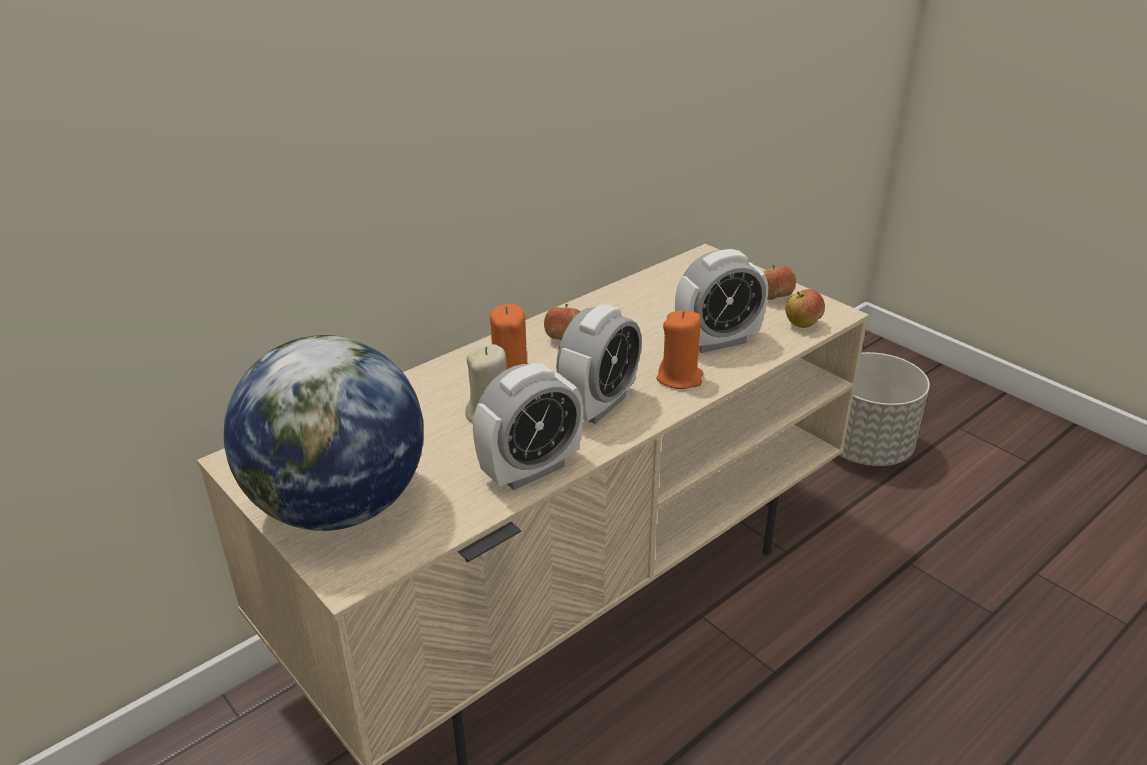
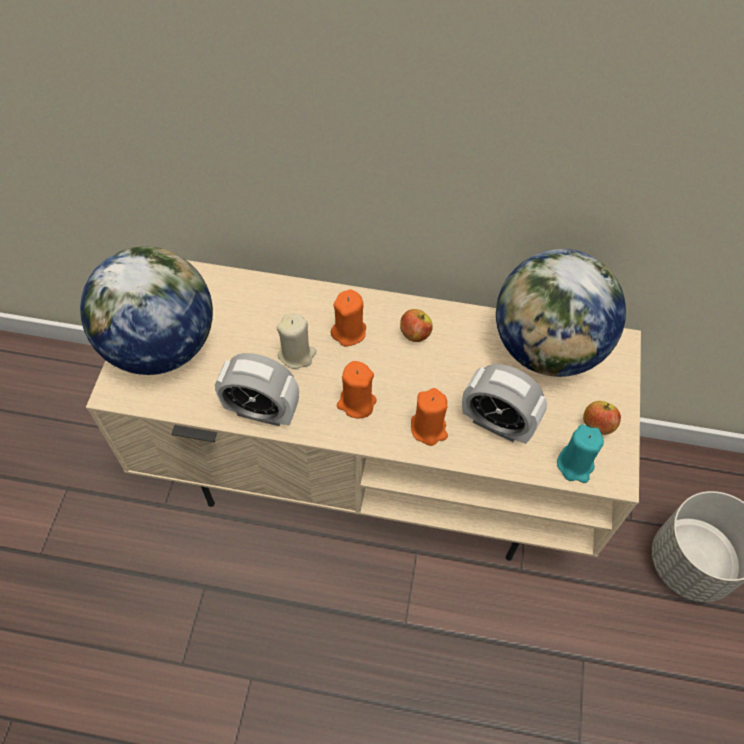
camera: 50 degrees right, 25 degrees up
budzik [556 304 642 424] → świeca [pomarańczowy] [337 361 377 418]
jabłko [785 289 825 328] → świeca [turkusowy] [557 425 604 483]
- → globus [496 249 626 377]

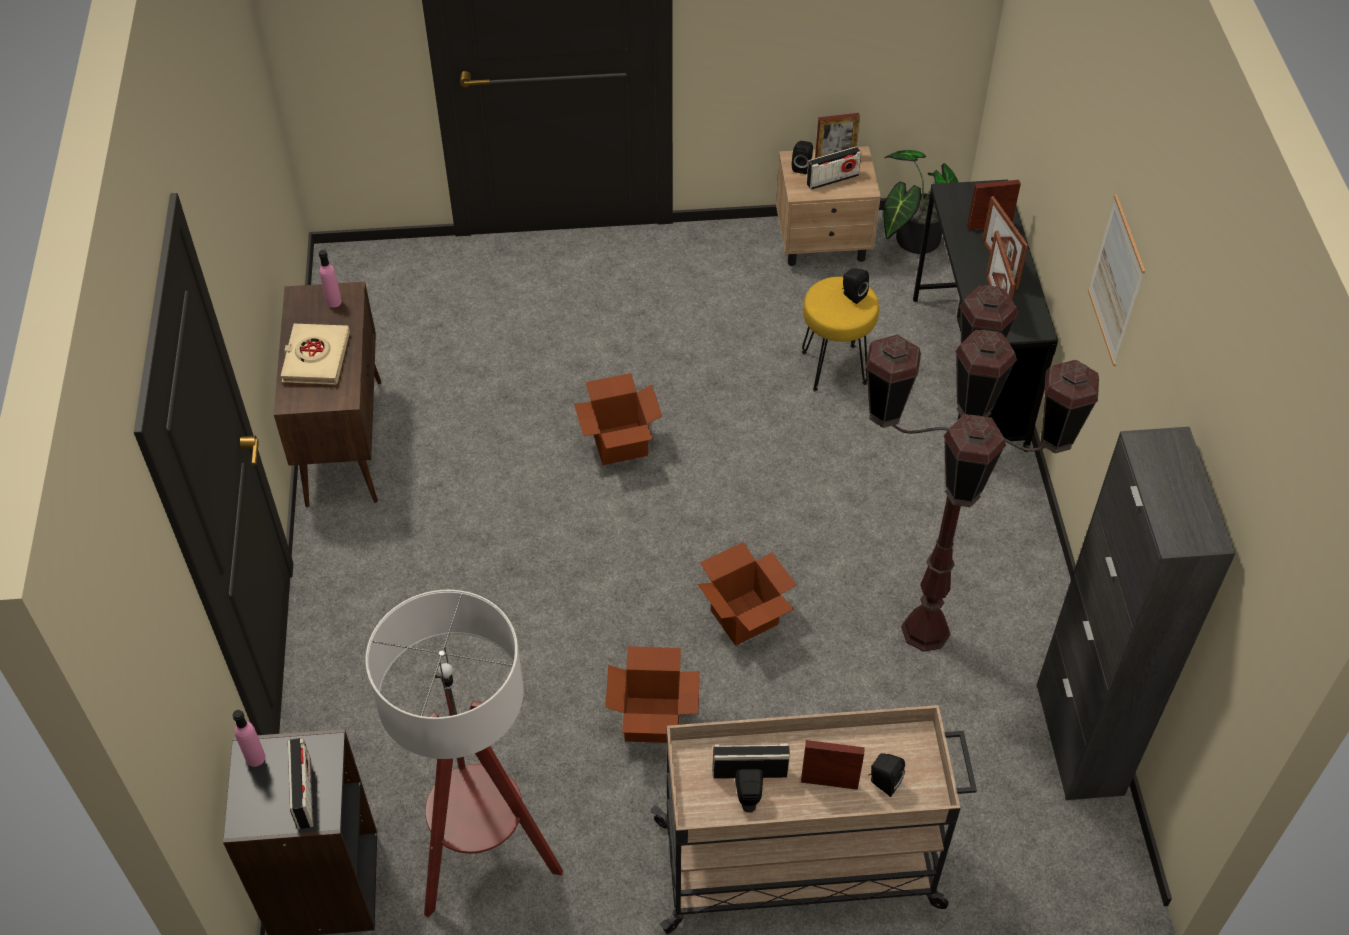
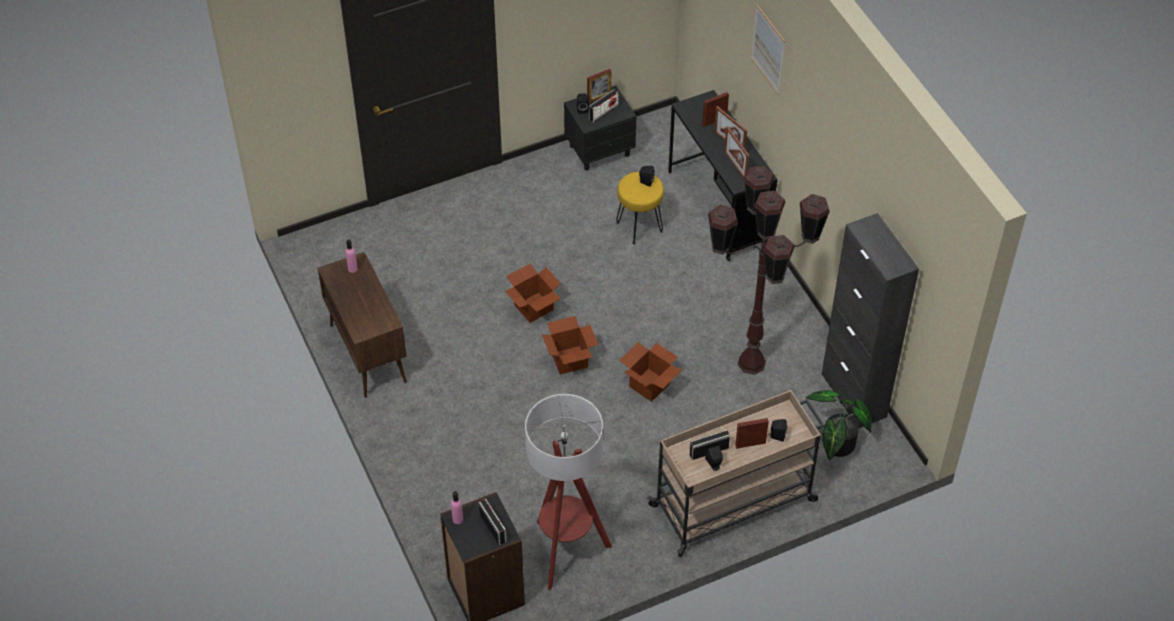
camera: 20 degrees left, 0 degrees up
książka [beżowy] [281 324 350 385] → -
karton [605 646 700 743] → karton [542 316 598 375], relocated
szafka nocna [beżowy] [776 146 881 266] → szafka nocna [czarny] [564 86 637 171]
roślina doniczkowa [883 150 958 254] → roślina doniczkowa [806 390 872 460], relocated
obraz [1088 194 1145 366] → obraz [751 4 785 95], relocated

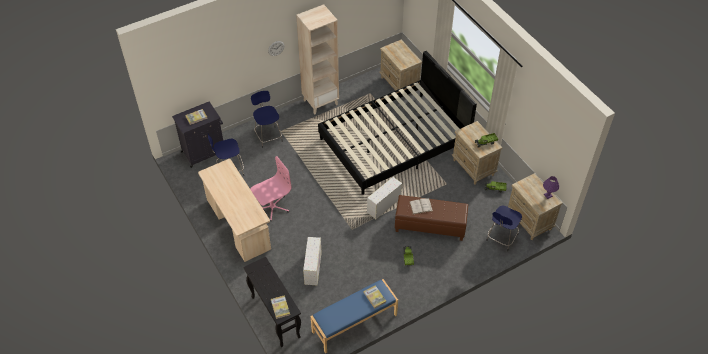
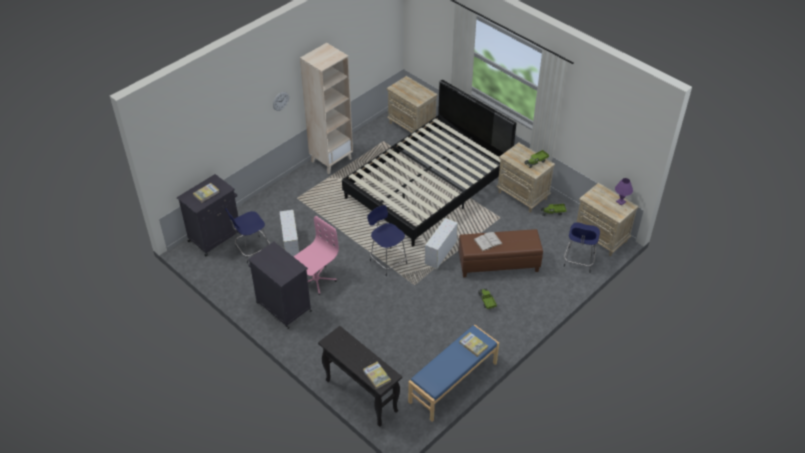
camera: 15 degrees left, 5 degrees down
biurko [beżowy] [198 159 271 262] → szafka [czarny] [248 242 312 329]
stołek [niebieski] [251 91 283 148] → stołek [niebieski] [367 205 407 276], relocated
pojemnik do przechowywania [biały] [303 237 322 285] → pojemnik do przechowywania [biały] [279 210 299 257], relocated

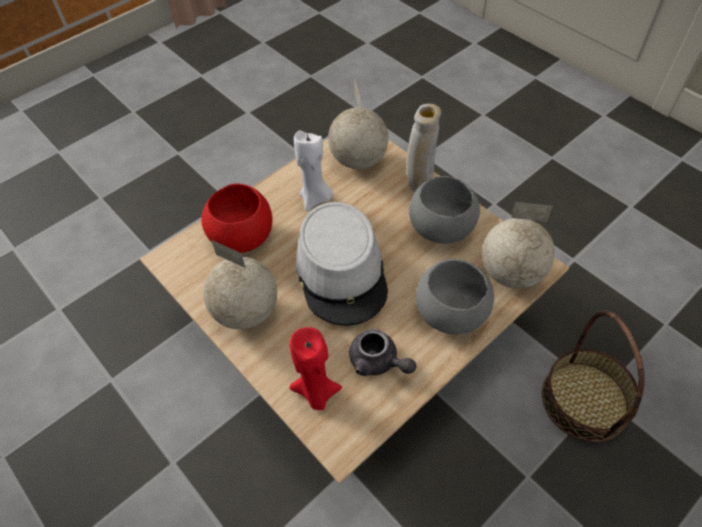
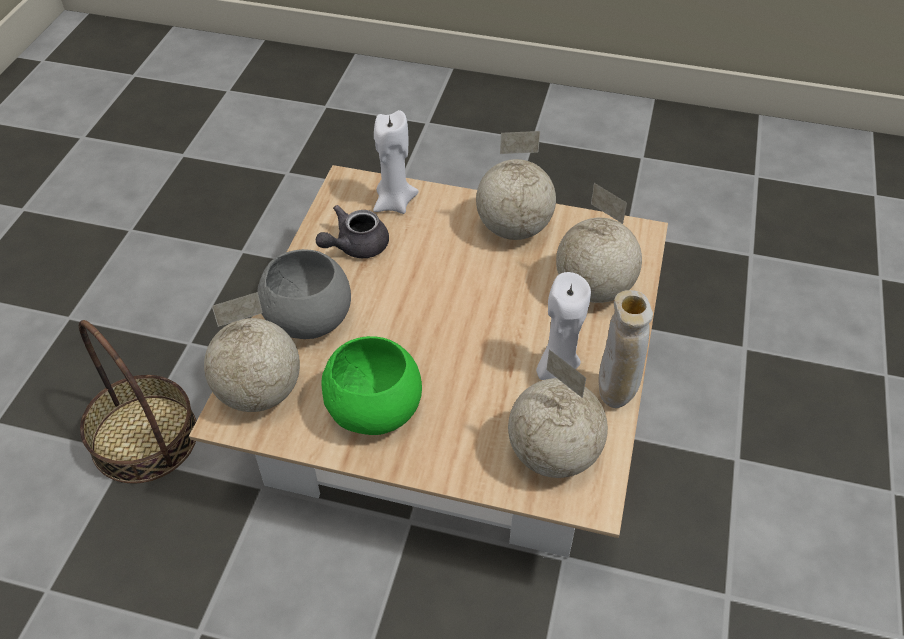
camera: 145 degrees right, 5 degrees down
miska [czerwony] [201 184 272 253] → globus [556 183 642 303]
świeca [czerwony] [290 327 342 410] → świeca [biały] [373 110 419 214]
kapelusz [szary] [296 202 388 326] → -
imbryk [szary] [349 329 416 376] → imbryk [szary] [316 205 389 258], 45 degrees counterclockwise
wazon [beżowy] [406 104 441 192] → wazon [beżowy] [598 290 653 408], relocated
miska [szary] [409 176 480 244] → miska [zielony] [321 336 422 435]

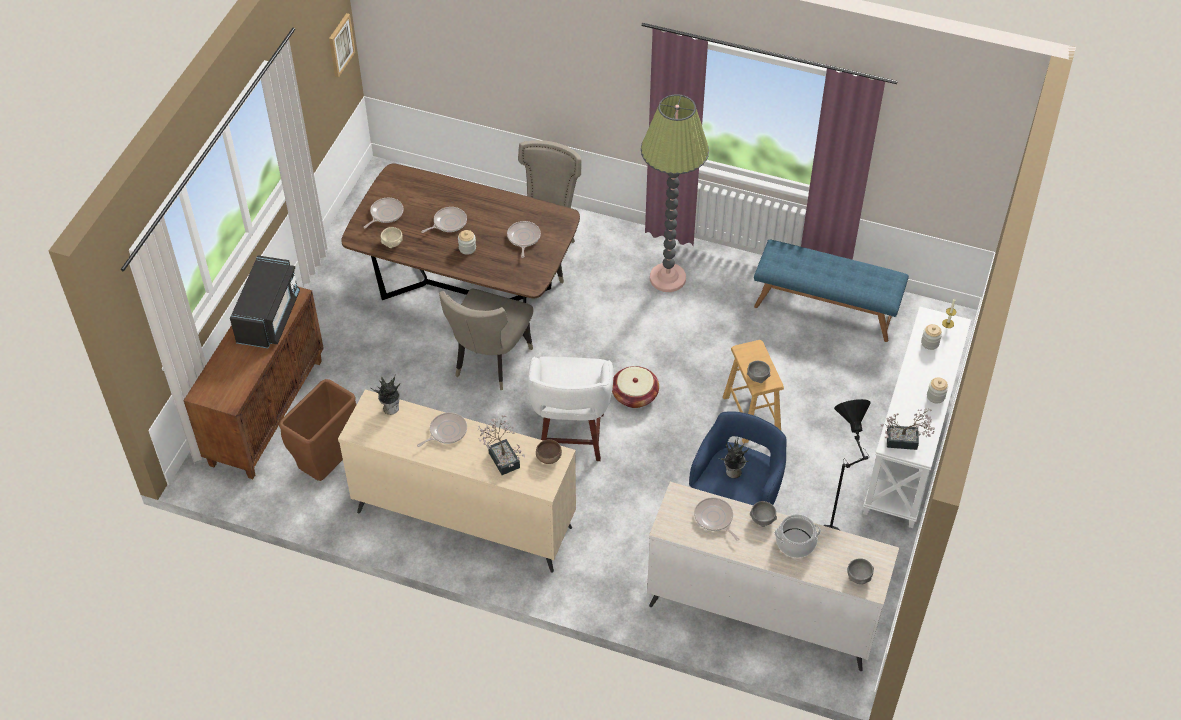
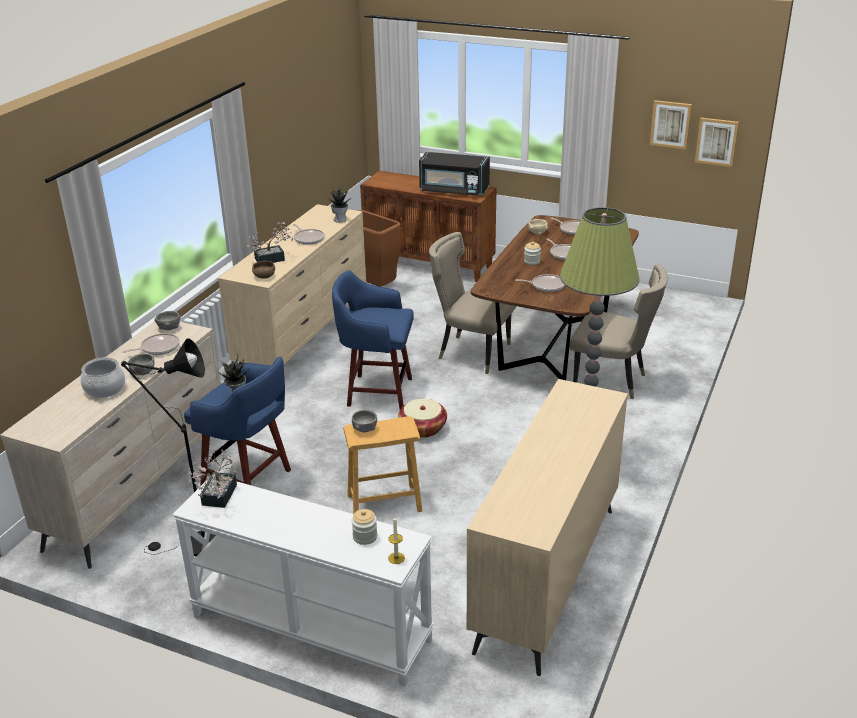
camera: 95 degrees right, 20 degrees down
stołek [biały] [528 356 614 461] → stołek [niebieski] [332 270 413 409]
ławka [niebieski] [754 239 909 342] → komoda [beżowy] [467 379 628 676]
miska [szary] [847 558 874 584] → miska [szary] [154 311 181 330], relocated
słoik [927 377 948 403] → -
- → obraz [650 100 692 149]

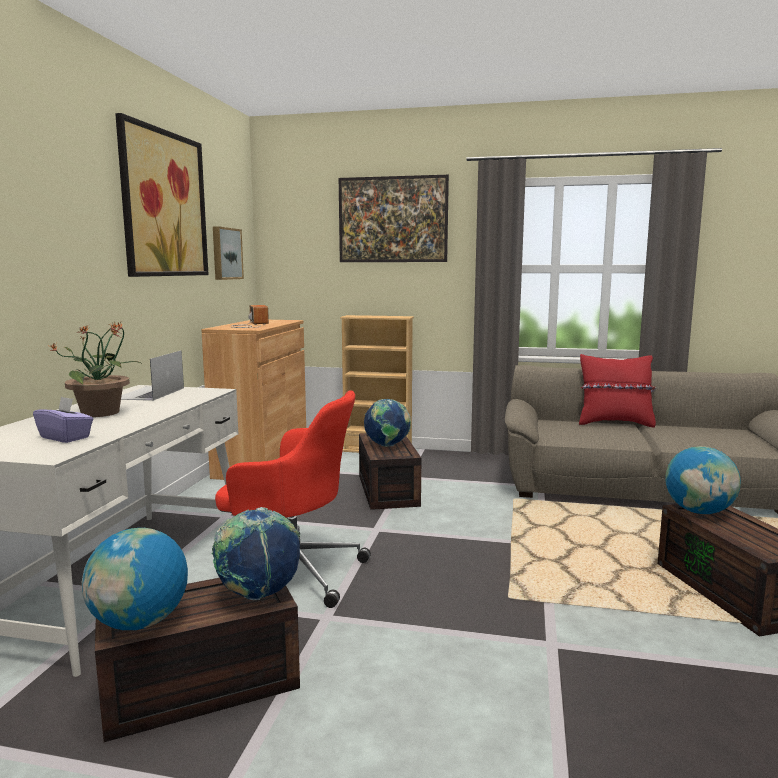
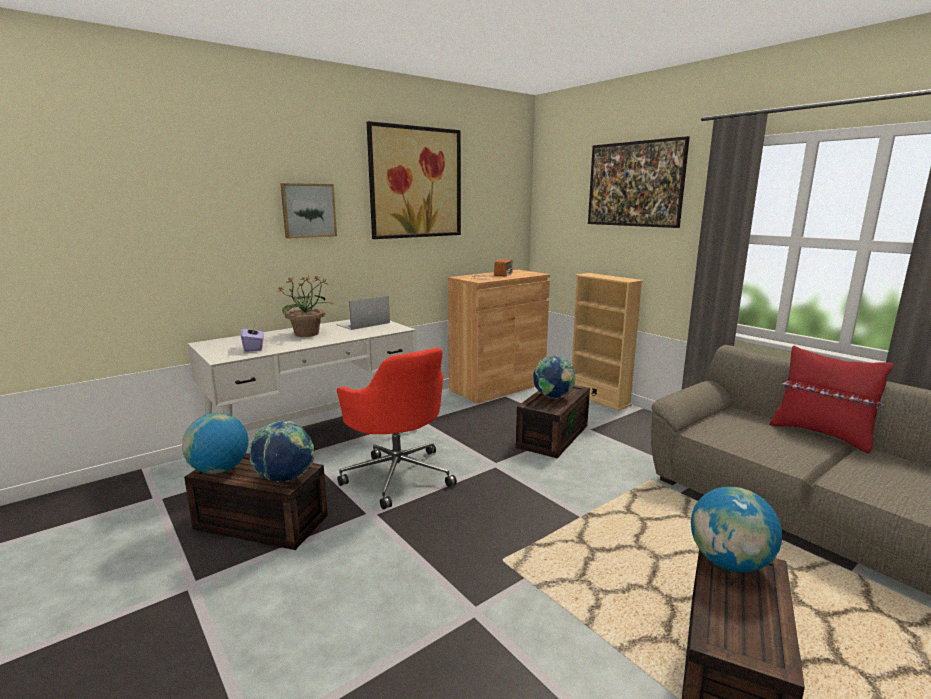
camera: 40 degrees right, 5 degrees up
obraz [213 226 244 280] → obraz [280 183 337 238], relocated

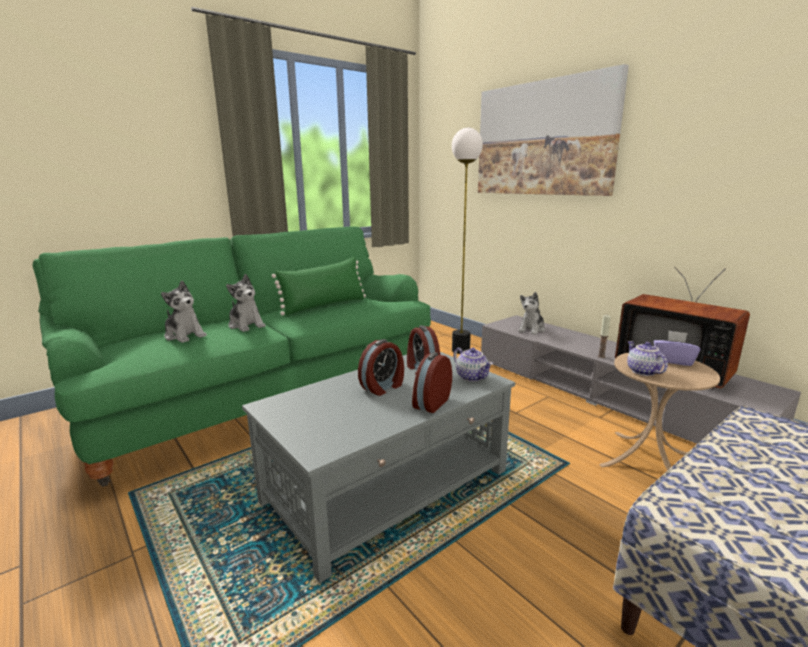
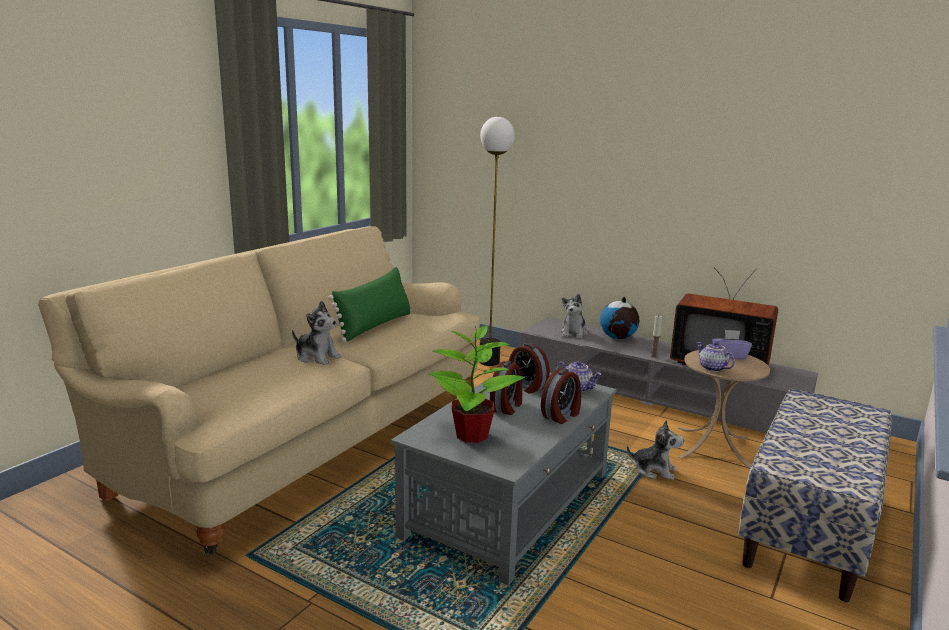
camera: 20 degrees left, 0 degrees up
kanapa [zielony] [32 226 431 487] → kanapa [beżowy] [38 226 480 556]
pluszak [161 281 207 343] → pluszak [627 420 684 480], relocated
budzik [412 352 452 413] → budzik [541 368 581 424], 150 degrees counterclockwise
obraz [478 64 629 196] → -
- → roślina doniczkowa [428 325 525 443]
- → globus [600 297 639 339]

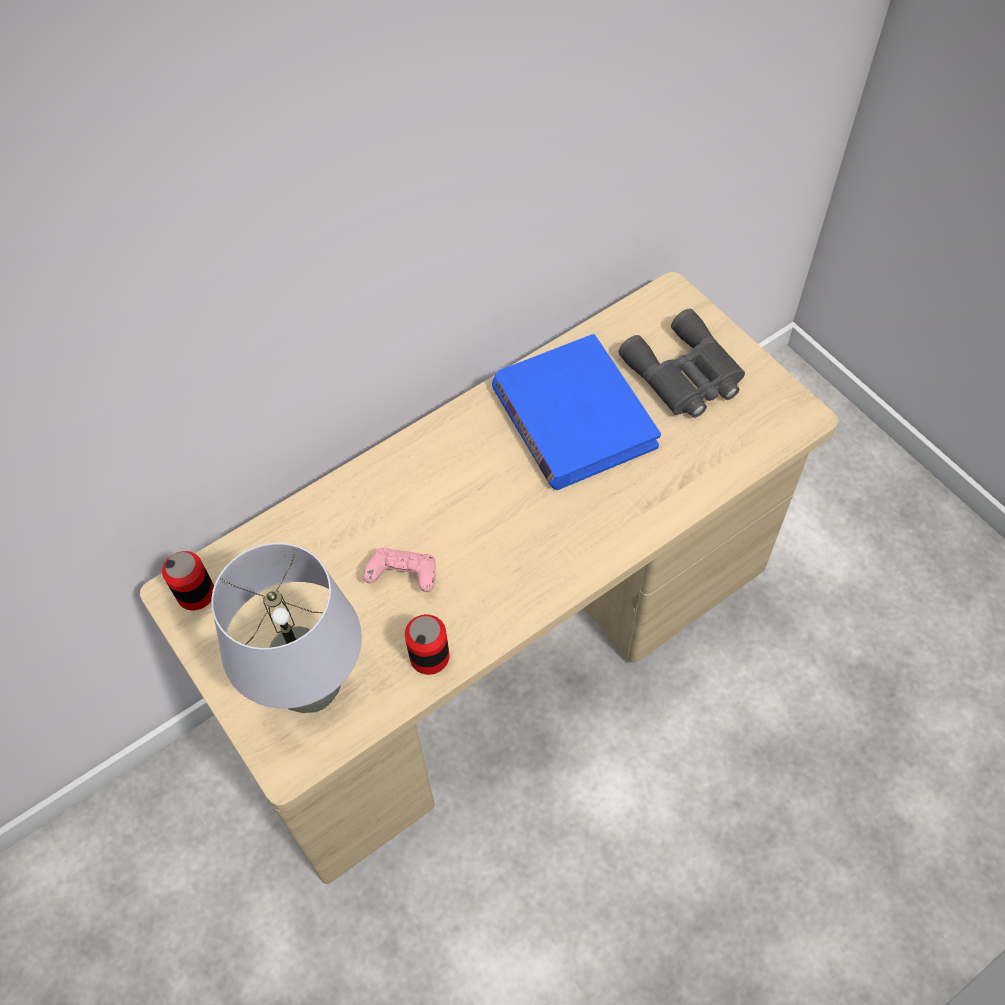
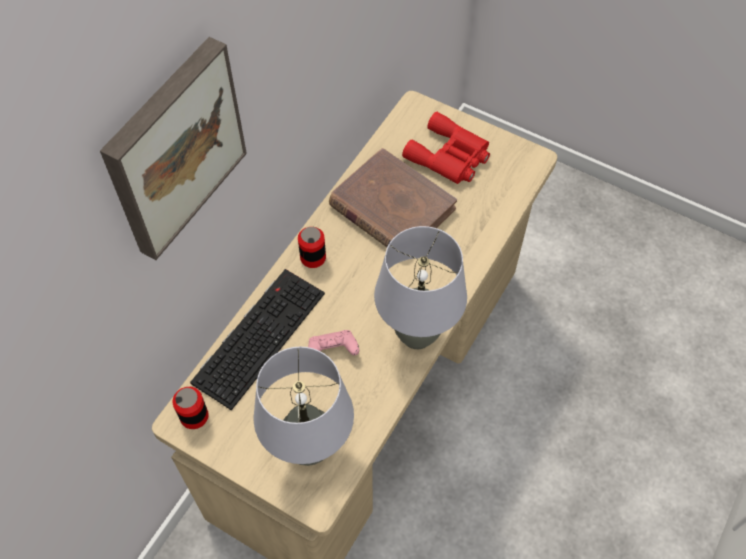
camera: 25 degrees left, 0 degrees up
puszka [405 615 449 675] → puszka [298 227 326 268], relocated
książka [niebieski] [492 334 661 490] → książka [brązowy] [329 148 457 247]
lornetka [szary] [618 309 745 418] → lornetka [czerwony] [402 112 490 184]
- → obraz [100 37 247 260]
- → klawiatura [190 269 325 410]
- → lampa stołowa [szary] [374 226 467 349]

